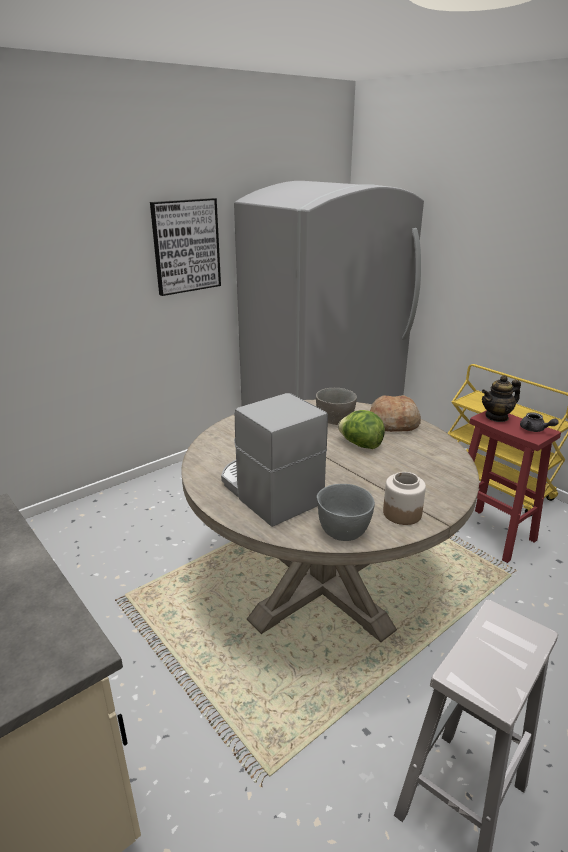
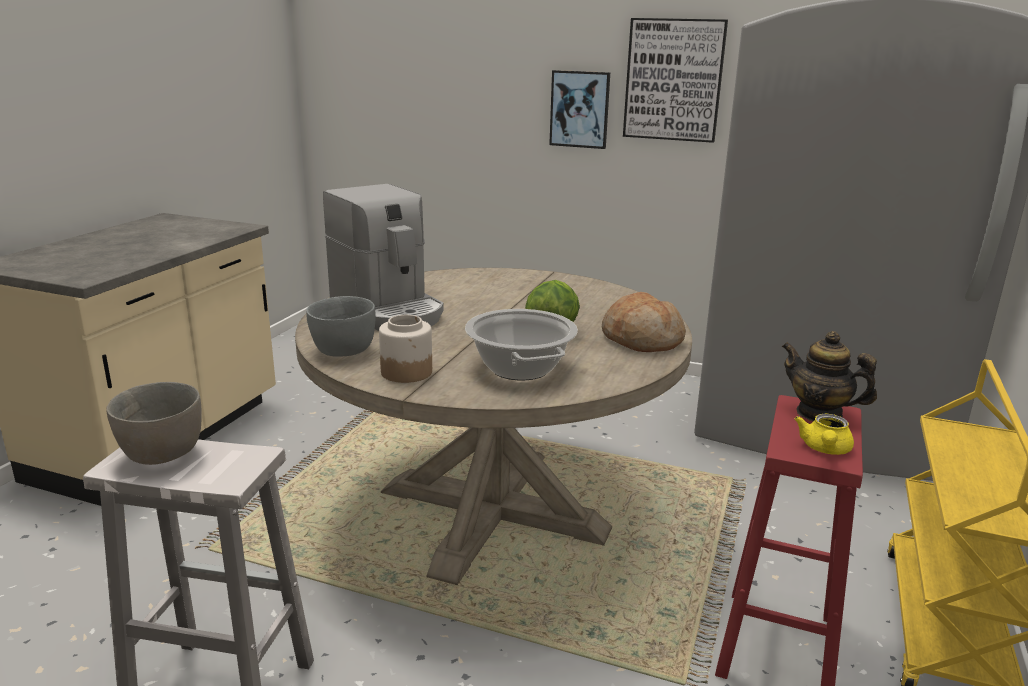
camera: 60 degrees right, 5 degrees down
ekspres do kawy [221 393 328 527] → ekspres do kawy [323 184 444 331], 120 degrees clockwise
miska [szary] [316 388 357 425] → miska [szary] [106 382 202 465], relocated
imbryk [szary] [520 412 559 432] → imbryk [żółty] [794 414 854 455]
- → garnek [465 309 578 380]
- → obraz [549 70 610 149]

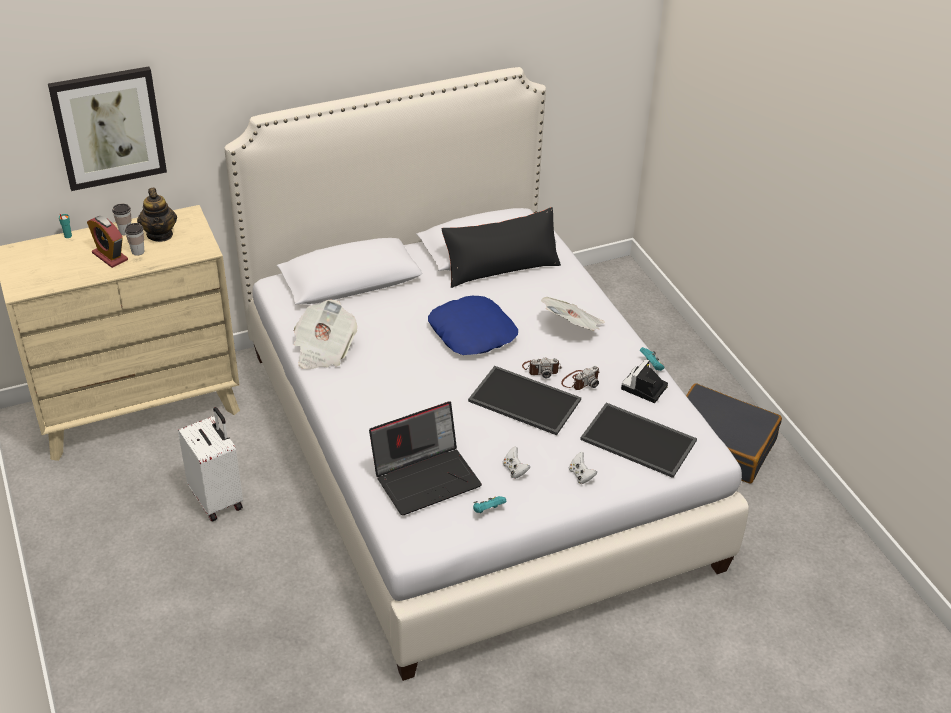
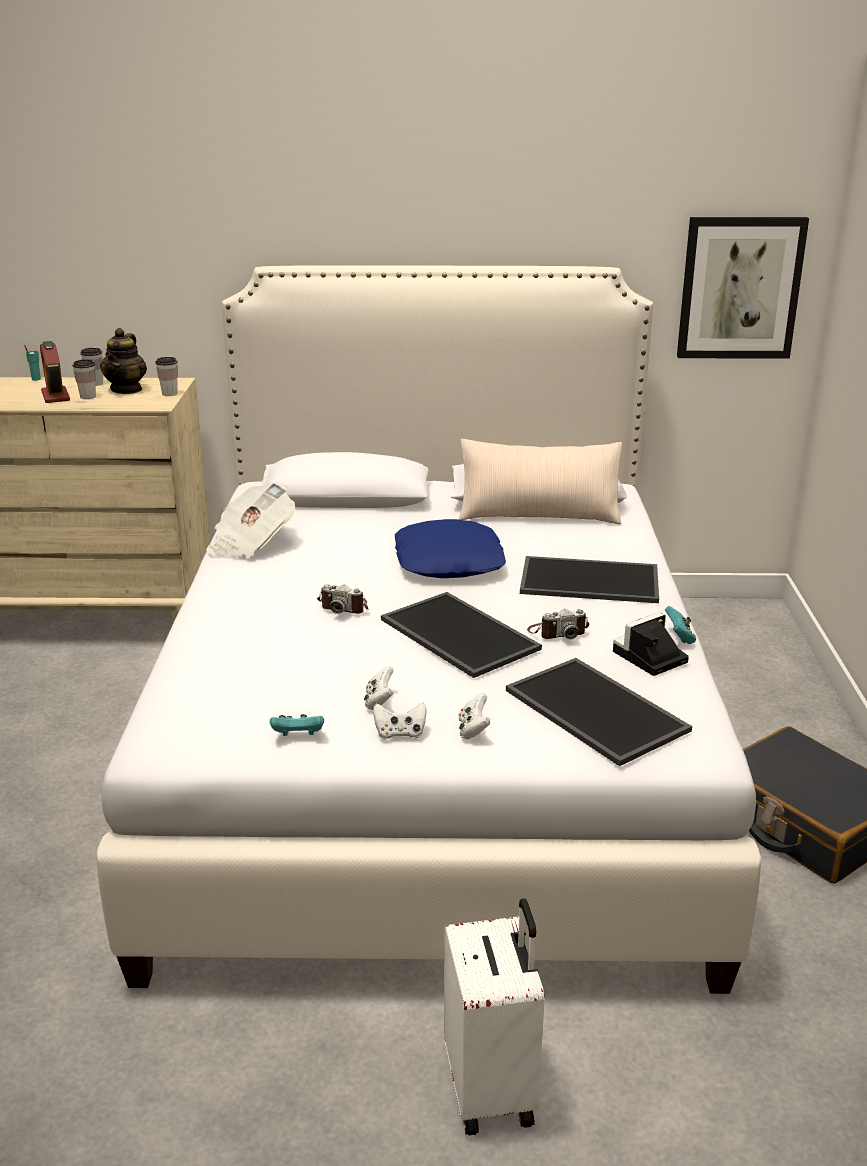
camera: 25 degrees right, 15 degrees down
obraz [48 66 167 191] → obraz [677 217 809 359], relocated
walizka [biały] [178 407 243 522] → walizka [biały] [444 898 544 1135], relocated
laptop [369 402 482 515] → -
poduszka [czarny] [442 207 561 288] → poduszka [beżowy] [459 439 622 524]
aparat fotograficzny [522 357 562 378] → aparat fotograficzny [317 584 369 614], relocated
gazeta [541 297 605 331] → taca [520 556 659 603]
- → filiżanka [155 357 178 396]
- → pad do gier [biały] [373 702 427 739]

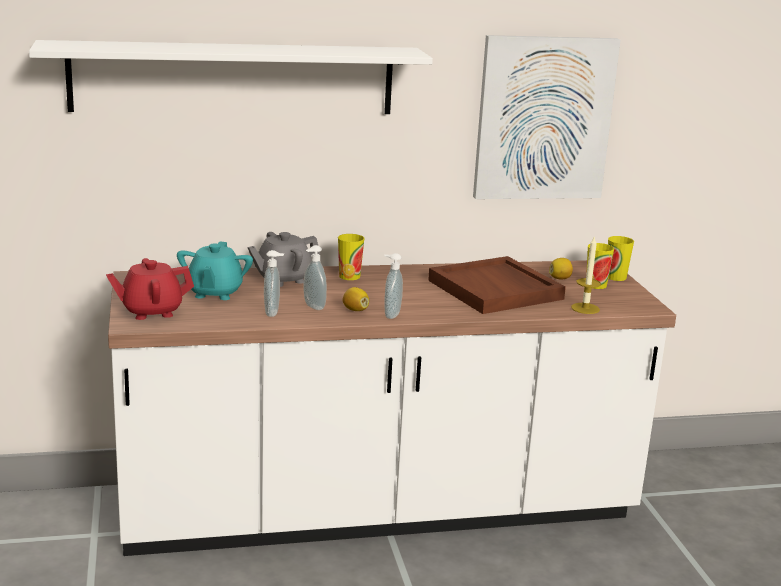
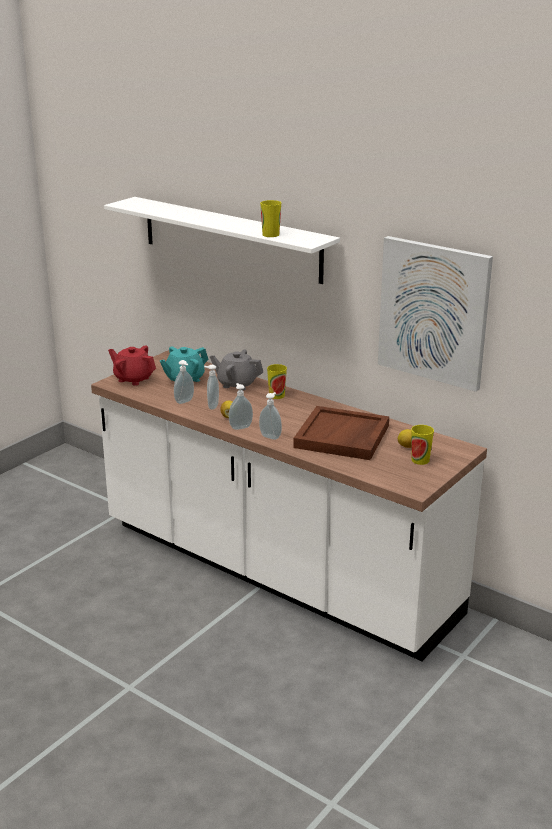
camera: 50 degrees right, 5 degrees up
świeca [571 235 601 314] → -
filiżanka [608 236 634 281] → filiżanka [260 200 281 237], relocated
- → dozownik mydła [259 392 282 440]

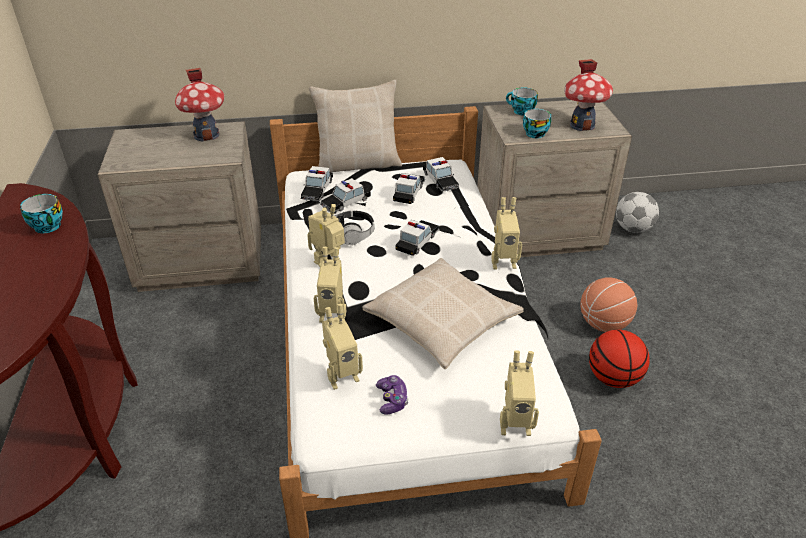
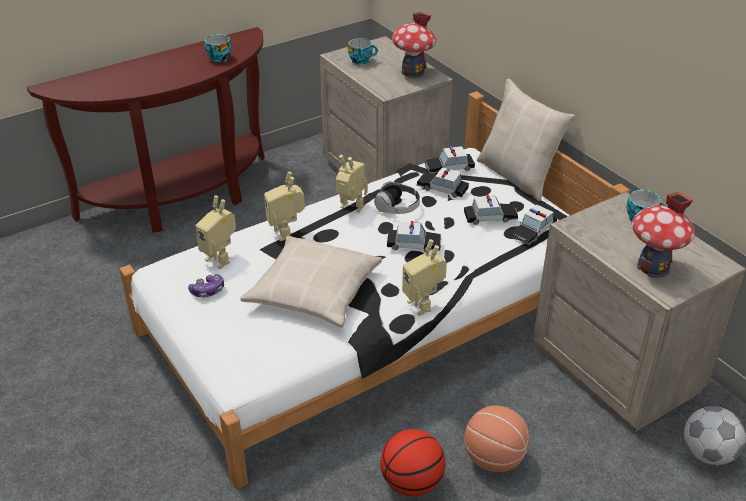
camera: 65 degrees right, 0 degrees up
robot zabawkowy [500 350 539 436] → -
filiżanka [523 109 551 138] → filiżanka [348 38 378 65], relocated

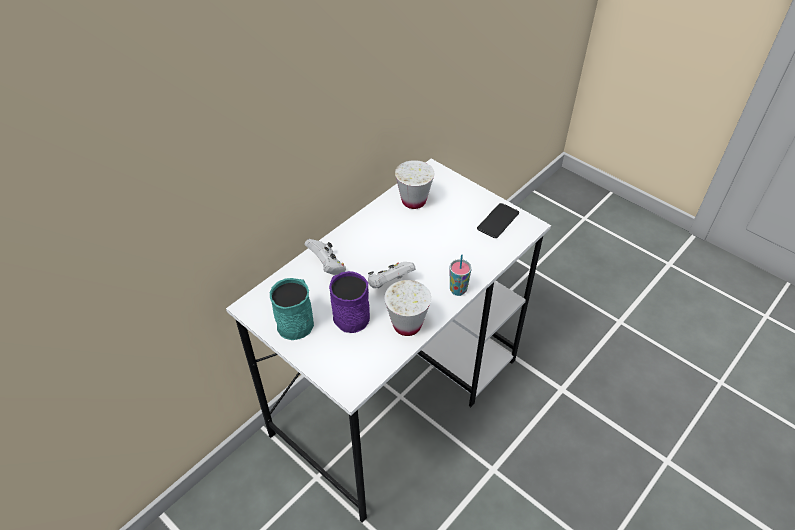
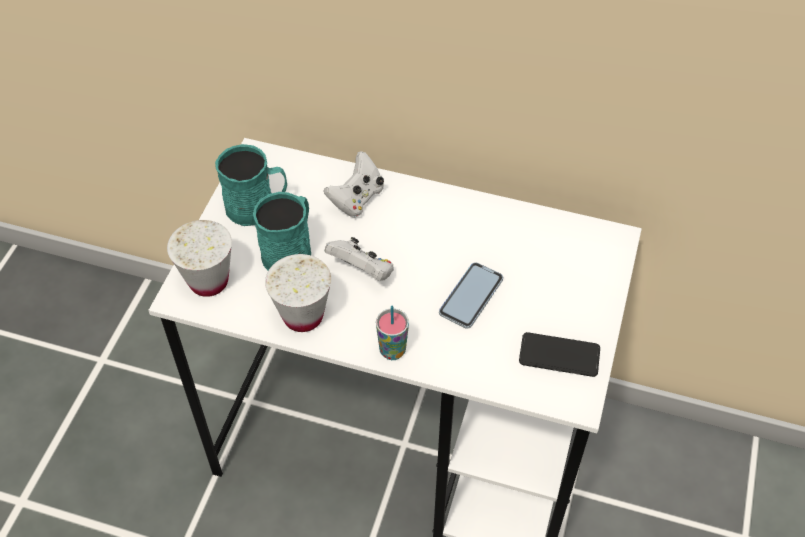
camera: 65 degrees right, 5 degrees up
kubek [fioletowy] [329 271 370 333] → kubek [turkusowy] [253 192 311 270]
filiżanka [biały] [395 160 434 209] → filiżanka [biały] [167 220 232 297], relocated
- → telefon [439 262 503 329]

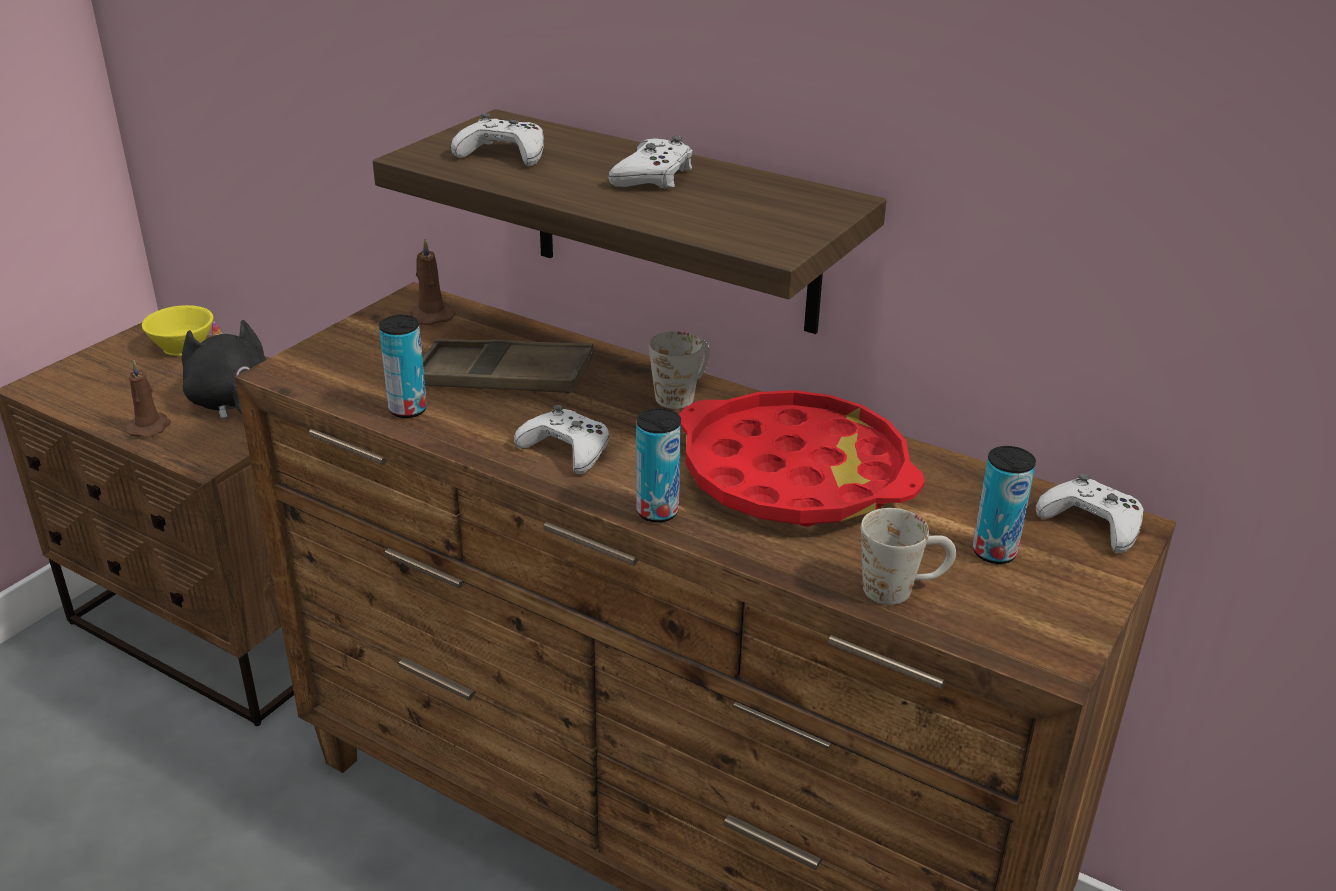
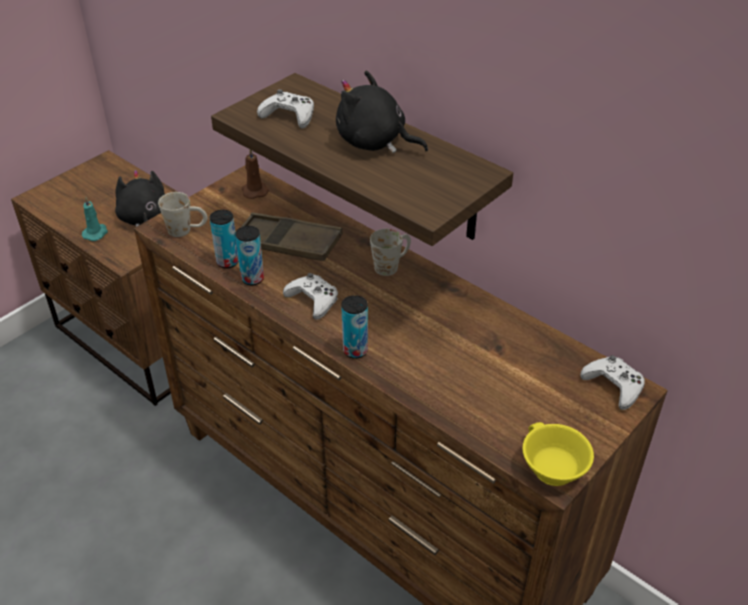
camera: 10 degrees right, 10 degrees up
świeca [brązowy] [126 360 171 438] → świeca [turkusowy] [82 197 108 241]
filiżanka [żółty] [142 305 213 356] → filiżanka [żółty] [523 422 594 486], relocated
pad do gier [biały] [608 135 692 188] → pluszak [czarny] [336 71 428 153]
taca [czerwony] [679 390 925 527] → -
kubek [biały] [861 508 956 605] → kubek [biały] [158 192 208 237], relocated
puszka [973 446 1036 564] → puszka [235 226 264 285], relocated

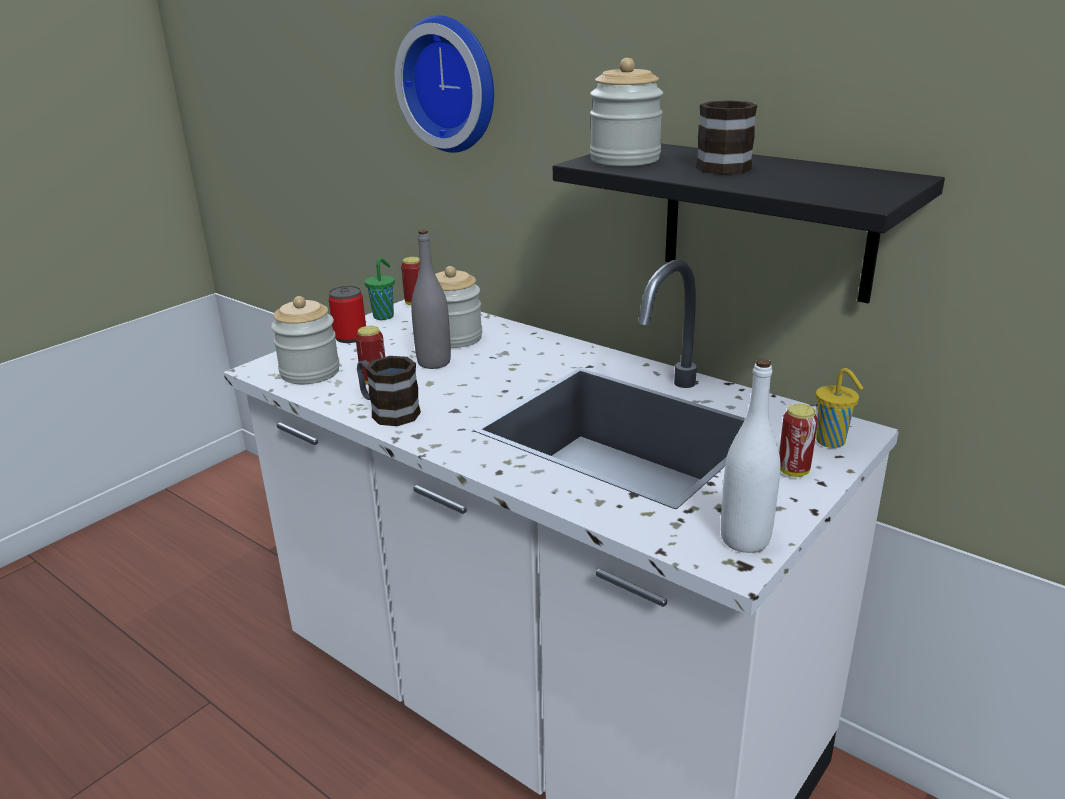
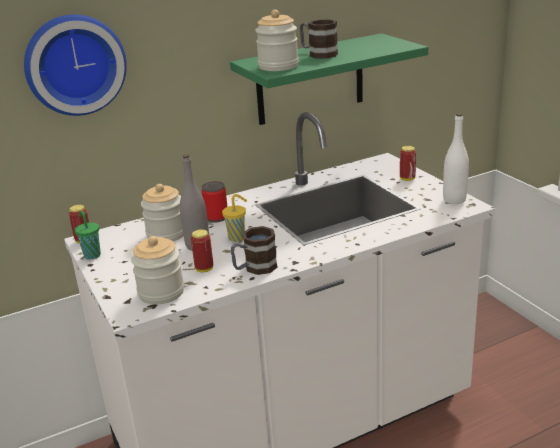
camera: 65 degrees left, 0 degrees up
puszka [329 286 366 343] → puszka [202 181 227 222], relocated
półka [czarny] [553 143 945 303] → półka [zielony] [230 33 428 125]
filiżanka [żółty] [816 368 863 448] → filiżanka [żółty] [222 194 247 242], relocated

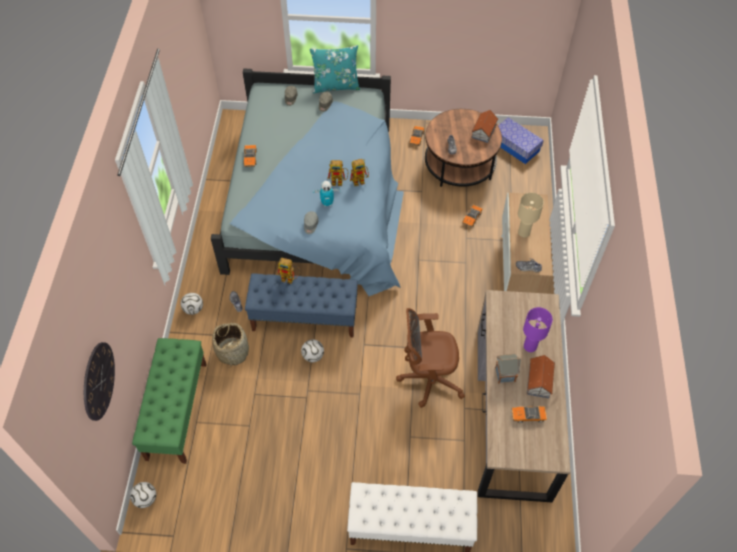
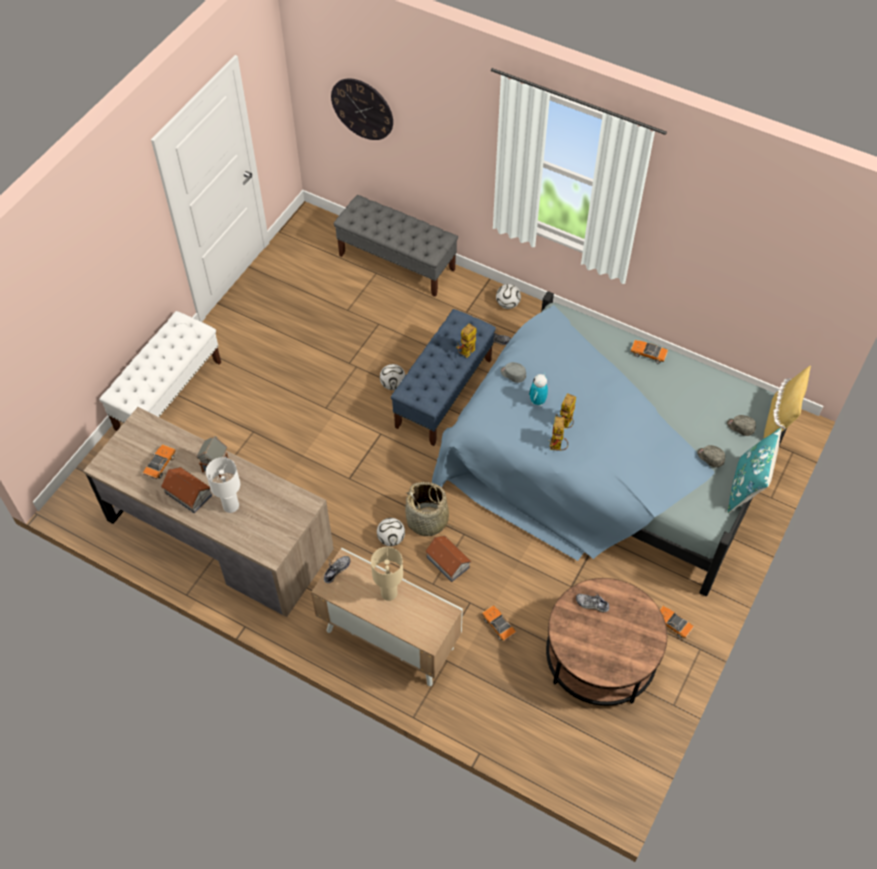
camera: 115 degrees right, 0 degrees up
piłka futbolowa [130 482 156 508] → piłka futbolowa [377 518 405 546], relocated
ławka [zielony] [132 338 207 464] → ławka [szary] [334 195 458 297]
koszyk [212 320 249 368] → koszyk [404 482 455 536], relocated
krzesło biurowe [brązowy] [396 308 465 408] → -
domek [471 110 498 143] → domek [425 536 471 582], relocated
pojemnik do przechowywania [498 117 544 164] → -
lampa stołowa [fioletowy] [523 307 553 352] → lampa stołowa [biały] [206 457 240 513]
- → poduszka [żółty] [763 366 811 439]

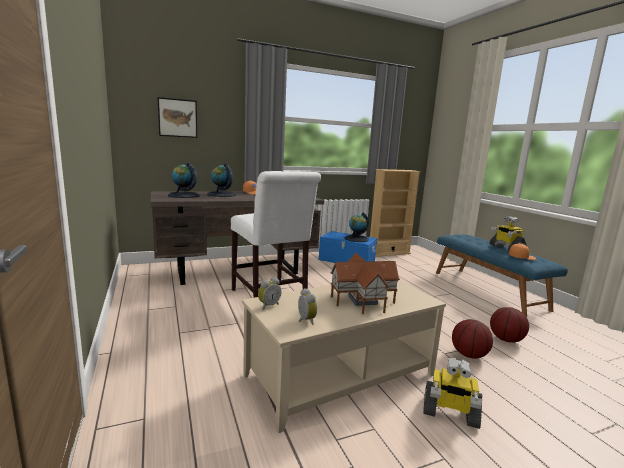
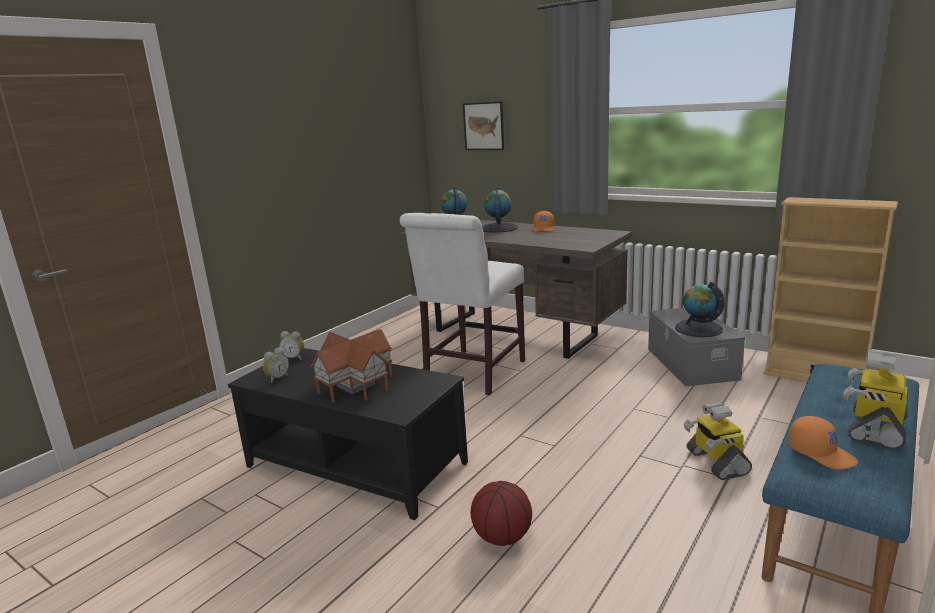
camera: 60 degrees right, 5 degrees up
ława [beżowy] [242 280 446 433] → ława [czarny] [228 348 468 520]
pojemnik do przechowywania [niebieski] [319 231 377 263] → pojemnik do przechowywania [szary] [648 308 745 386]
robot zabawkowy [423 358 482 429] → robot zabawkowy [684 402 752 480], relocated
piłka do koszykówki [490 307 529 342] → -

